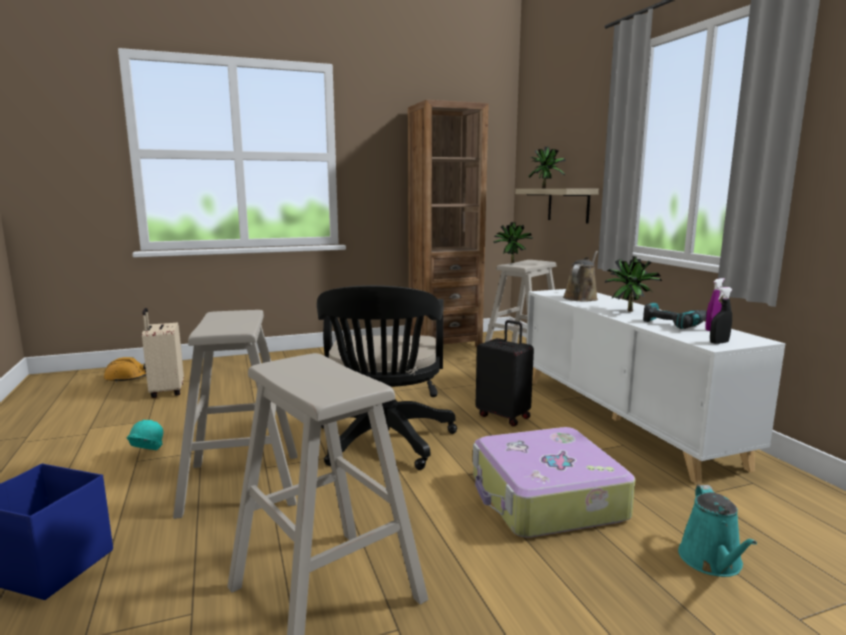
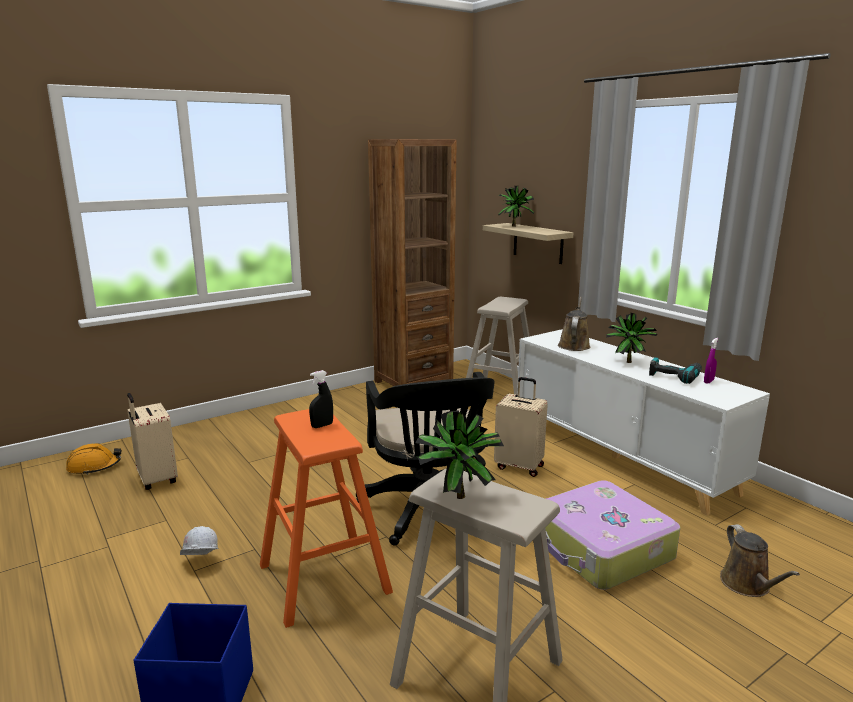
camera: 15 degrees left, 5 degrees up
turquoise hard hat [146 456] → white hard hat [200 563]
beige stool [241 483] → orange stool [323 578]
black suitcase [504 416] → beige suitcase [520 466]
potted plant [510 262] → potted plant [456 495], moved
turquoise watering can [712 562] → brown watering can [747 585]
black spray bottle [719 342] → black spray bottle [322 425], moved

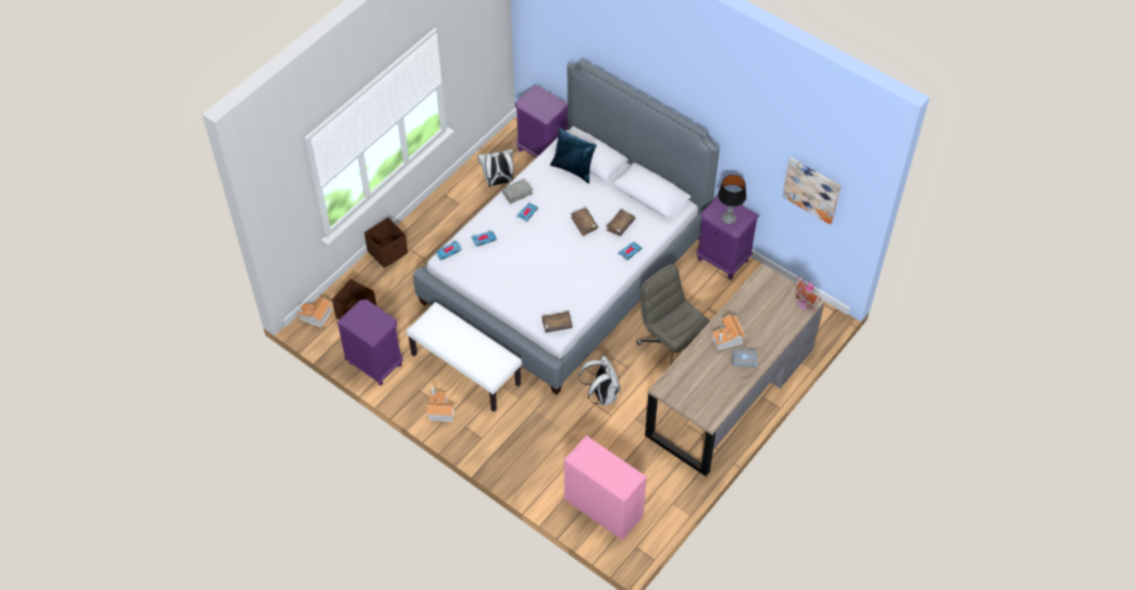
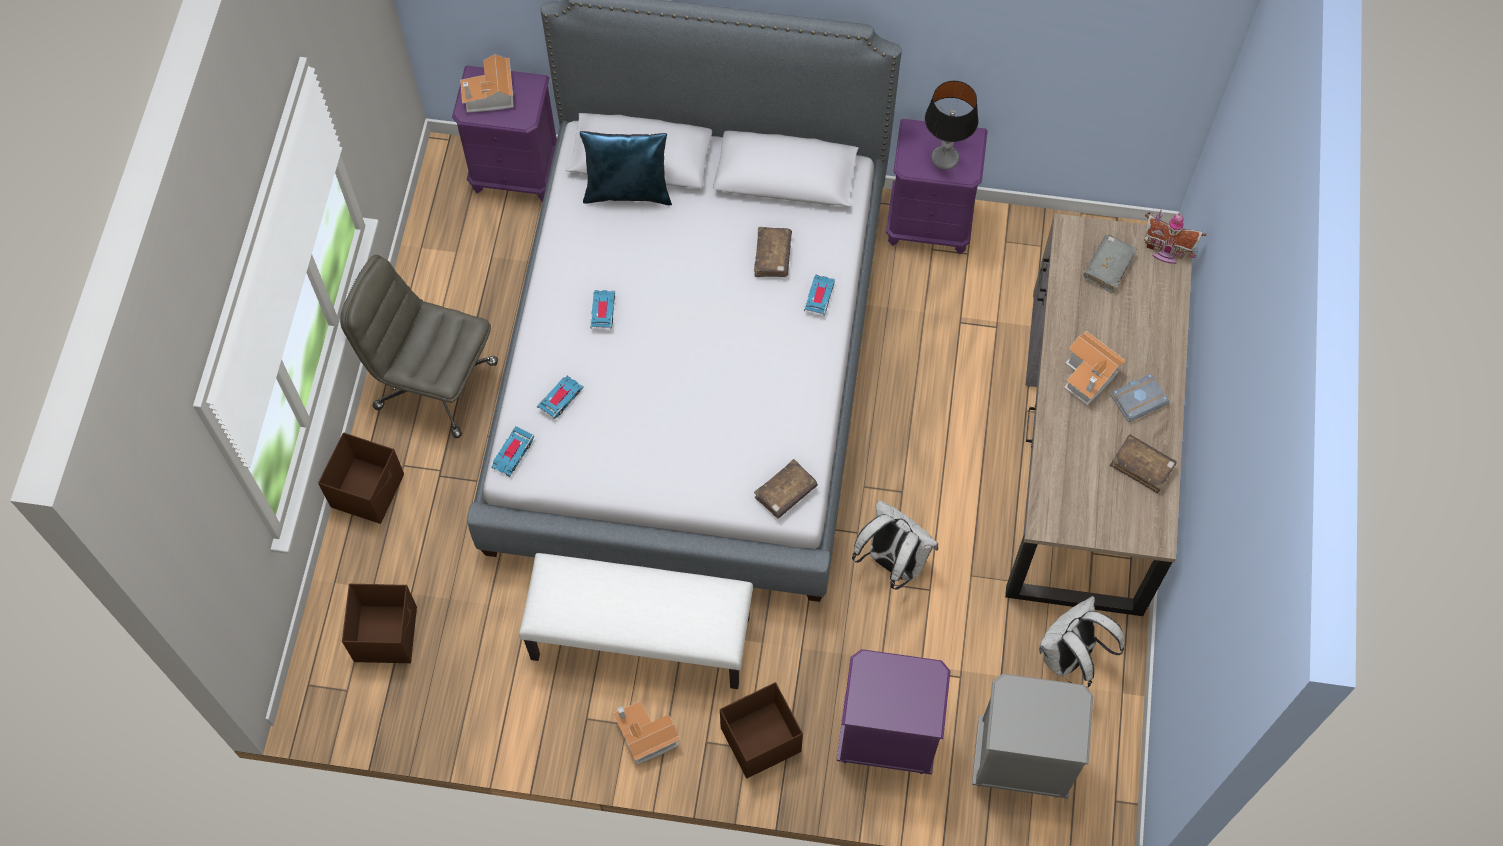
camera: 30 degrees left, 10 degrees up
toy house [315 316] → toy house [490 96], moved
purple nightstand [375 364] → purple nightstand [886 738], moved
white backpack [498 182] → white backpack [1068 658], moved
grey book [517 193] → grey book [1108 267], moved
pink dresser [602 507] → grey nightstand [1019 761]
brown book [584 224] → brown book [1142 466], moved
grey office chair [671 346] → grey office chair [434 384], moved
picture [812 189] → -
- → brown storage box [759 740]

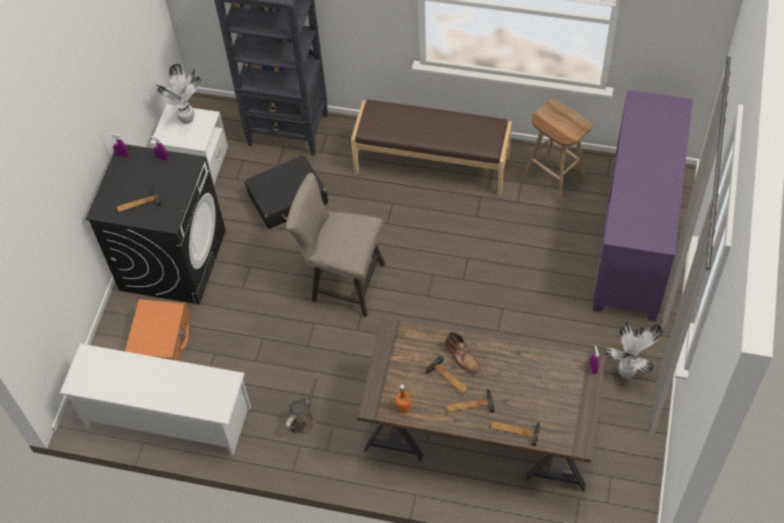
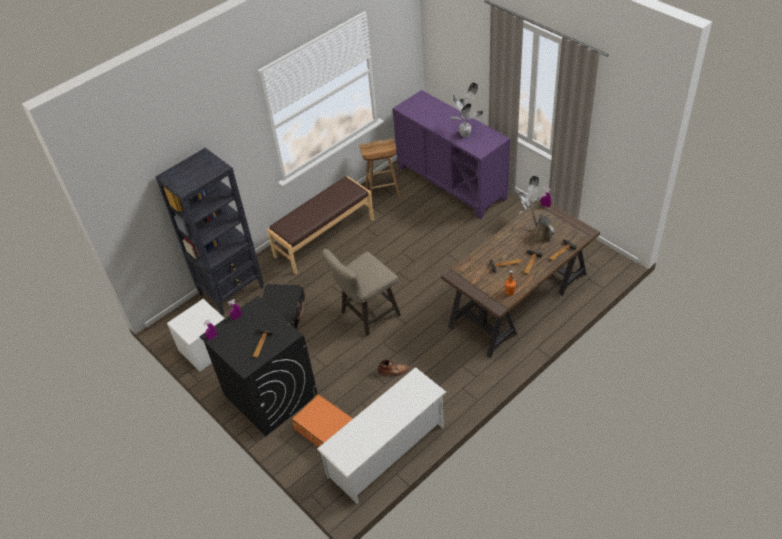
camera: 55 degrees left, 10 degrees down
potted plant [188 120] → potted plant [466 134], moved
brown watering can [302 418] → brown watering can [541 234], moved
brown boot [462 357] → brown boot [394 371], moved

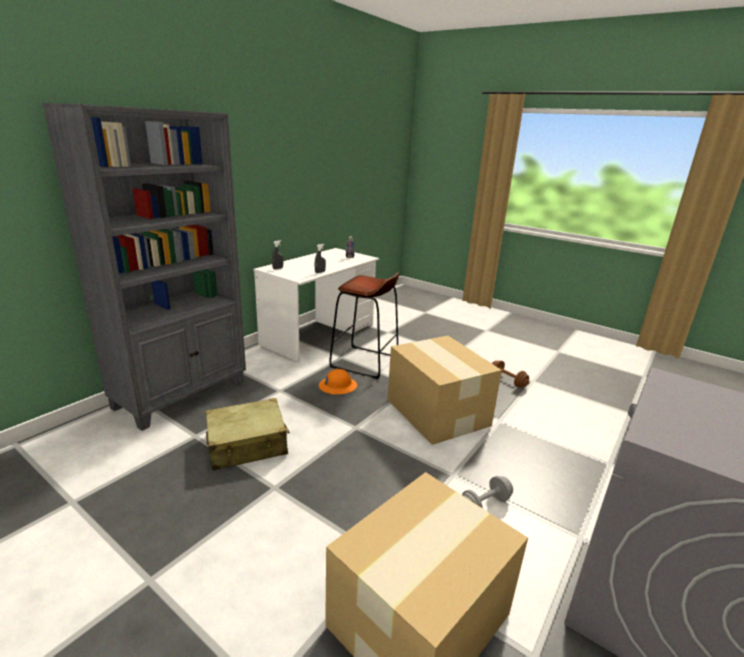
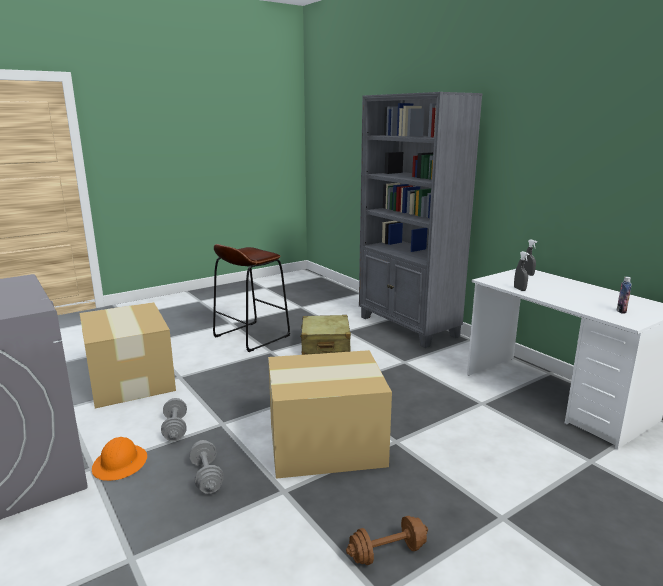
camera: 110 degrees right, 5 degrees down
orange hard hat [337 386] → orange hard hat [120 464], moved
brown stool [364 362] → brown stool [251 336], moved
- → grey dumbbell [207 477]

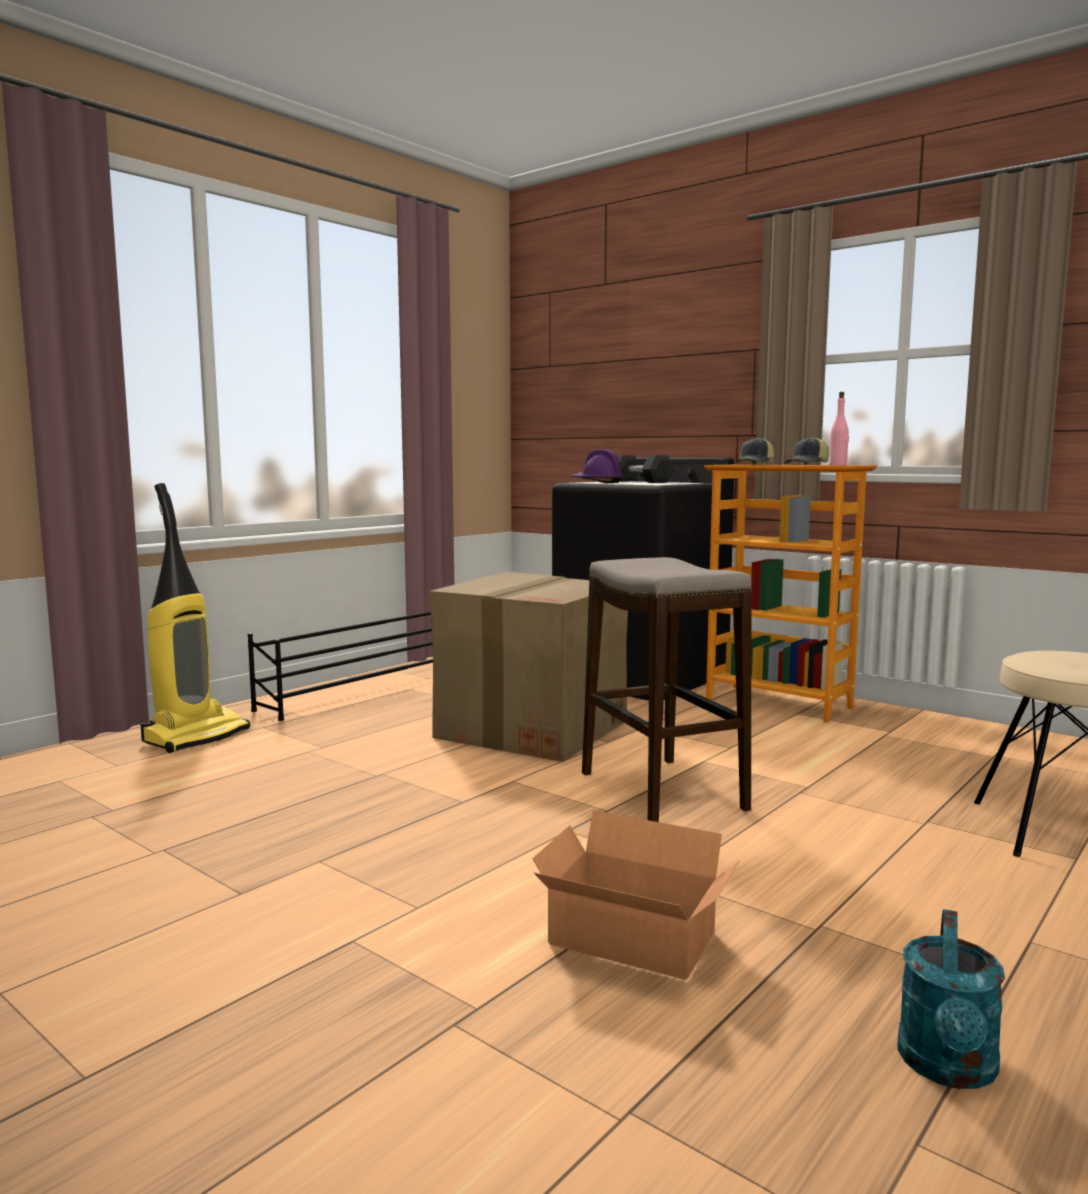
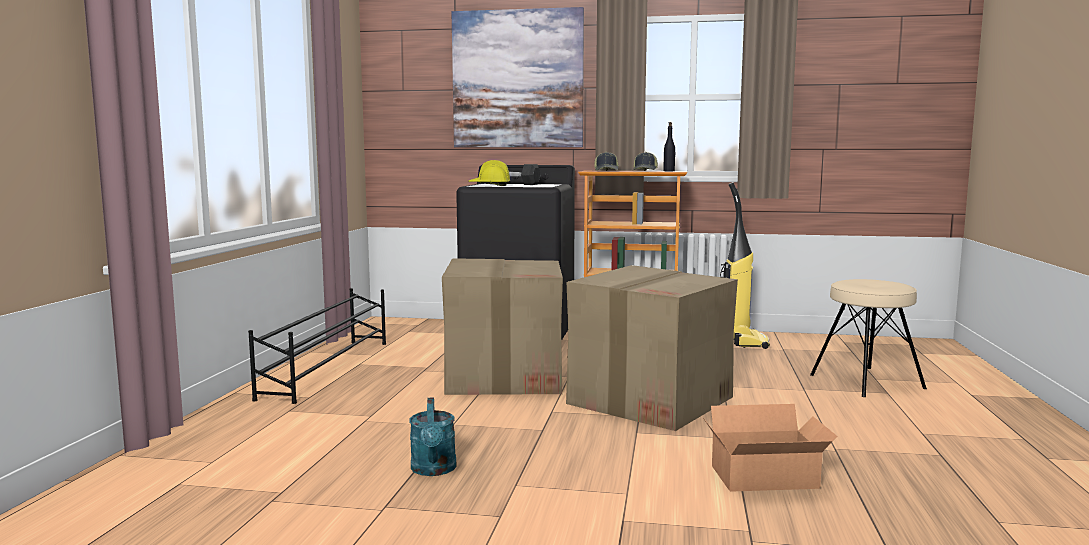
camera: 30 degrees left, 0 degrees up
vacuum cleaner [196 736] → vacuum cleaner [744 341], moved
purple hard hat [596 482] → yellow hard hat [489 185]
stool [662 791] → cardboard box [651 400]
pink bottle [838 465] → black bottle [669 171]
turquoise watering can [948 1069] → turquoise watering can [434 470], moved
- → picture [517 79]

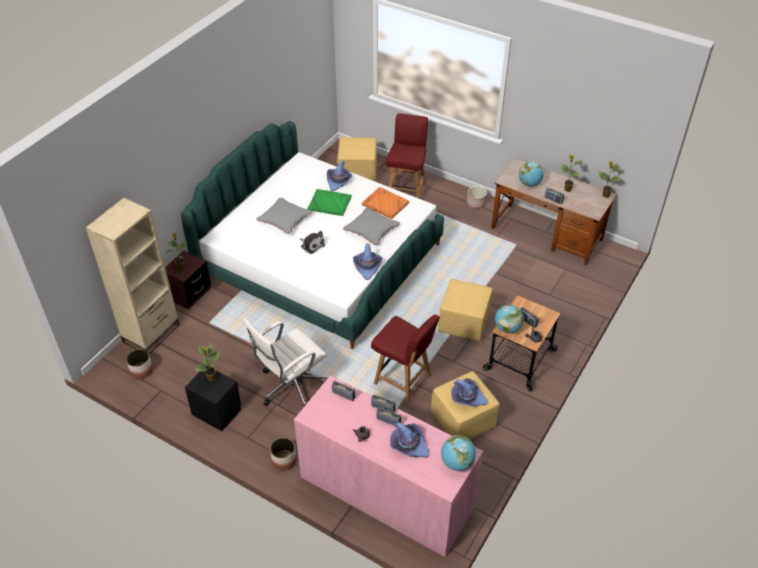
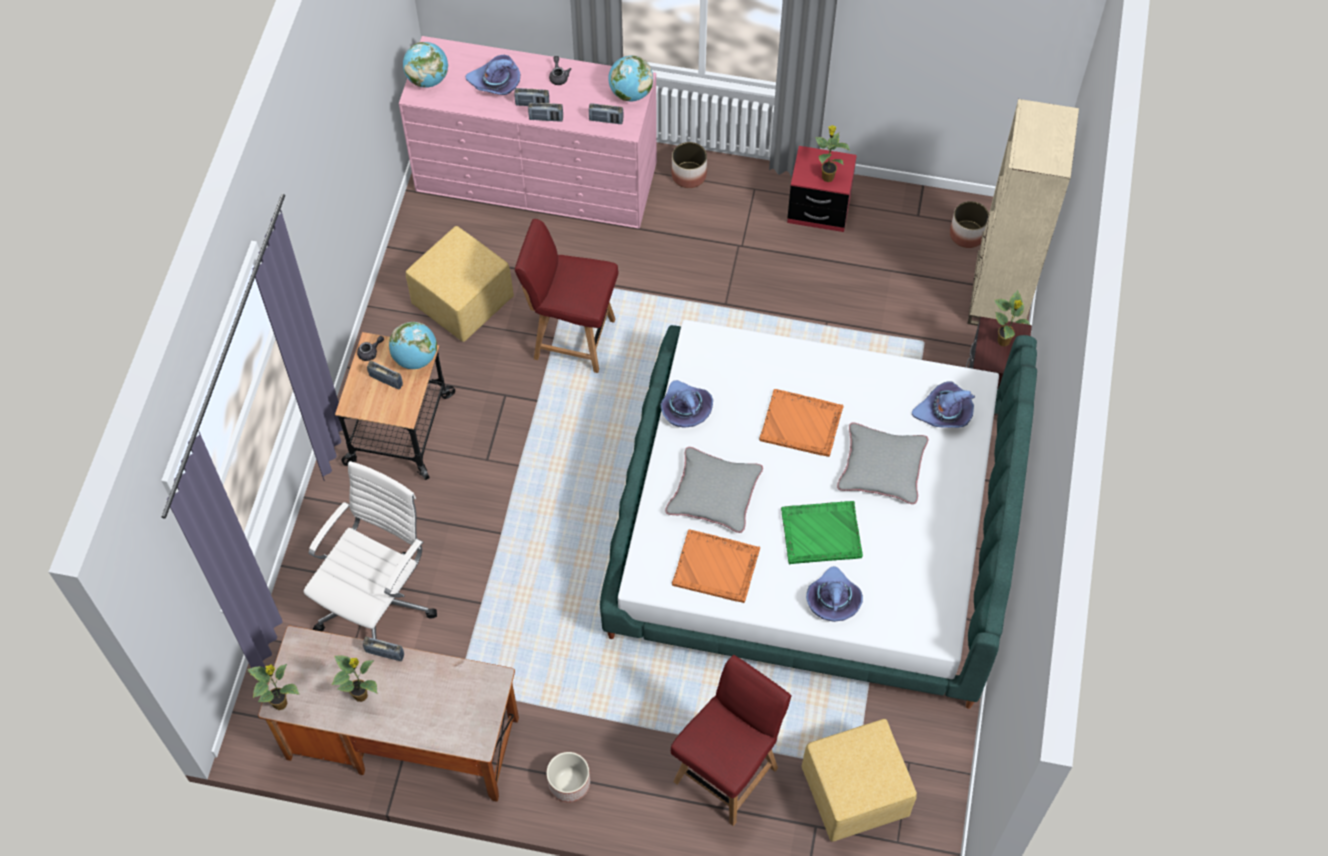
camera: 160 degrees right, 15 degrees up
black nightstand [216 412] → red nightstand [819 210]
white office chair [291 386] → white office chair [378 602], moved
plush toy [312 245] → orange tray [802 424]
red chair [406 190] → red chair [727 772], 135 degrees counterclockwise
yellow ottoman [464 323] → -
purple hat [467 397] → purple hat [944 413], moved
globe [529 183] → globe [630 93], moved

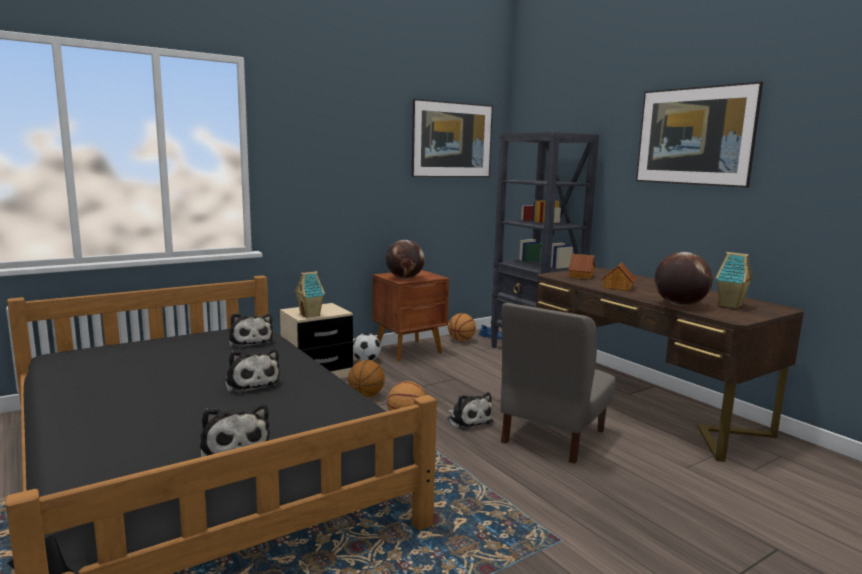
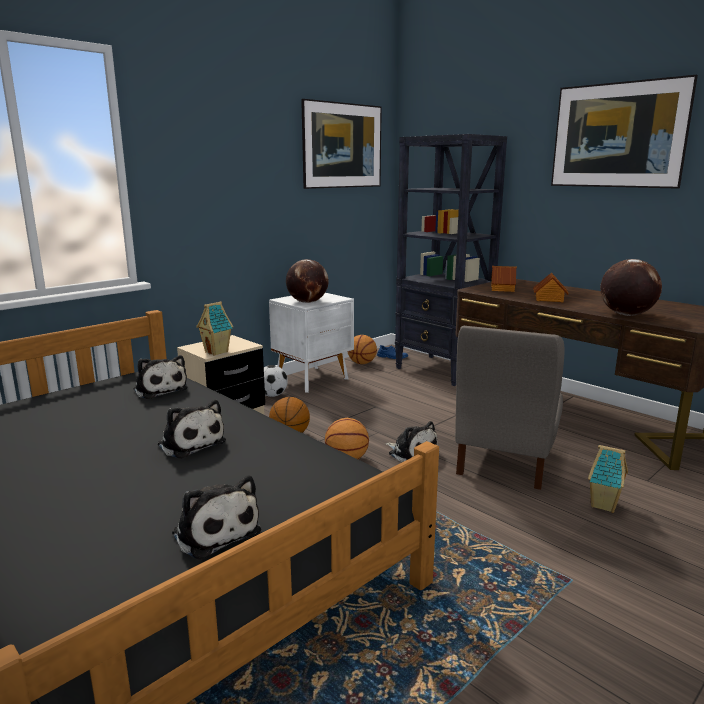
camera: 10 degrees left, 5 degrees up
brown nightstand [409 350] → white nightstand [313 379]
toy house [731 306] → toy house [604 505], moved

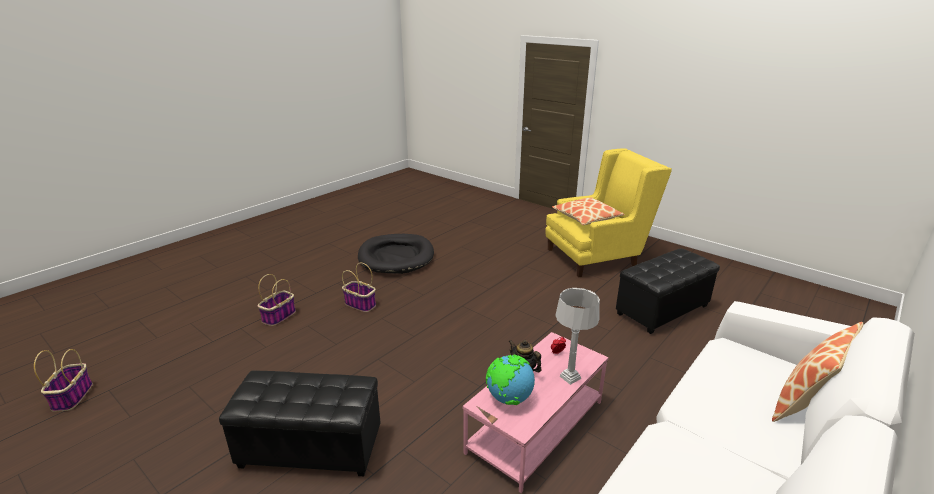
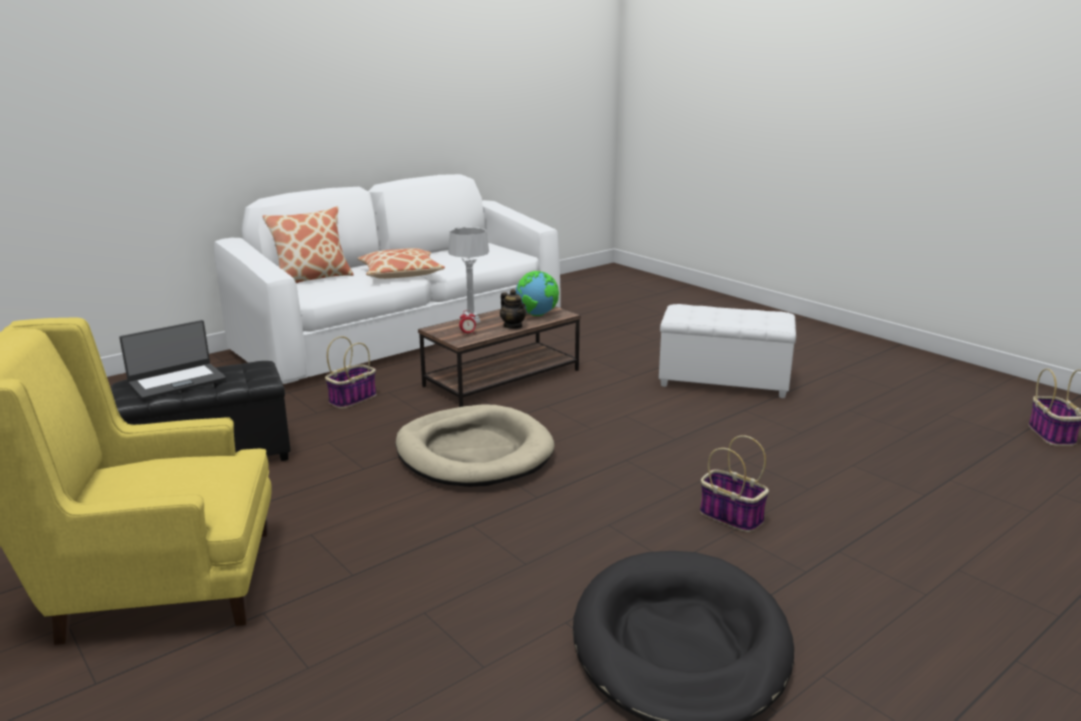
camera: 170 degrees left, 5 degrees down
black ottoman [310 449] → white ottoman [723 381]
basket [279 316] → basket [353 399], moved
pink coffee table [536 427] → brown coffee table [502 377]
pillow [586 218] → pillow [400 274], moved
- → laptop [177 381]
- → beige dog bed [474 452]

